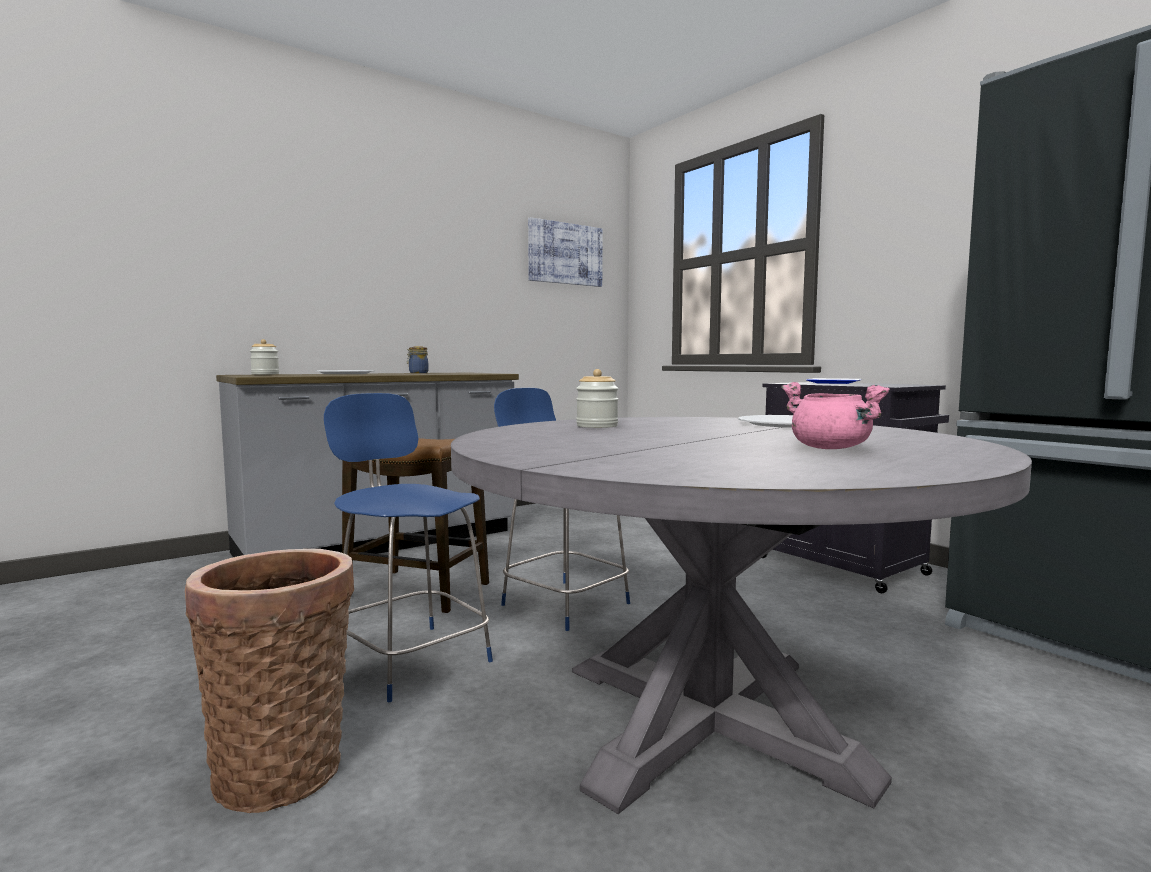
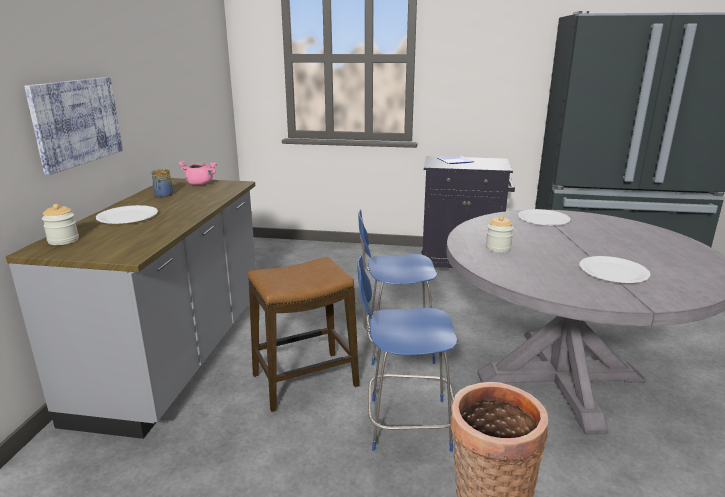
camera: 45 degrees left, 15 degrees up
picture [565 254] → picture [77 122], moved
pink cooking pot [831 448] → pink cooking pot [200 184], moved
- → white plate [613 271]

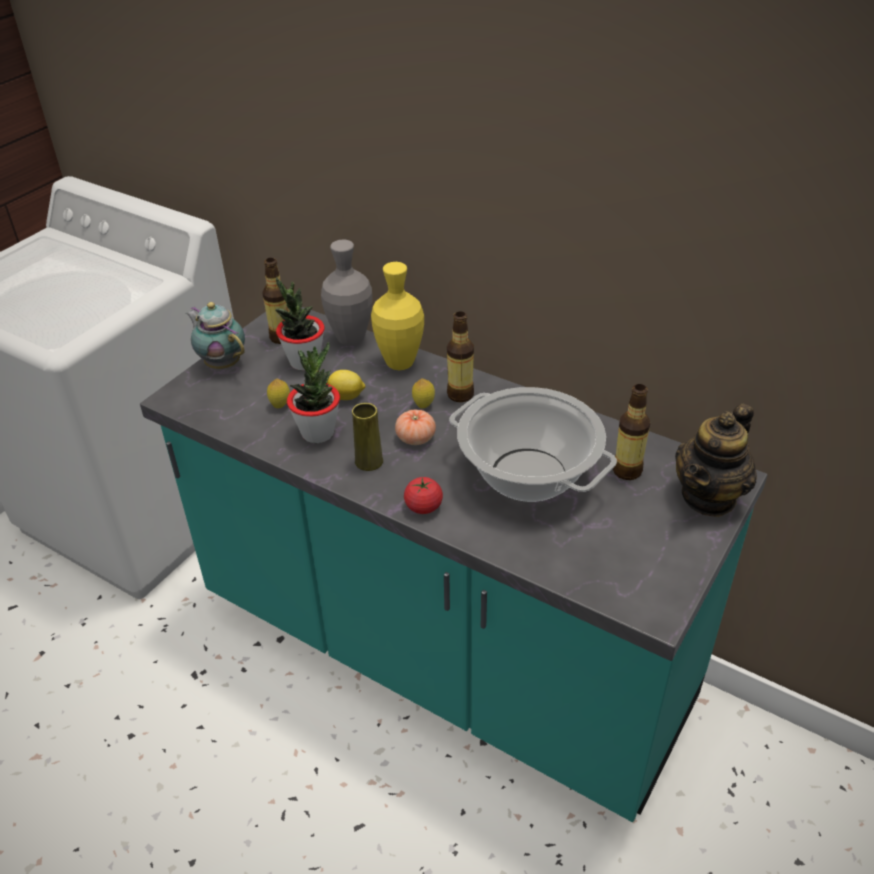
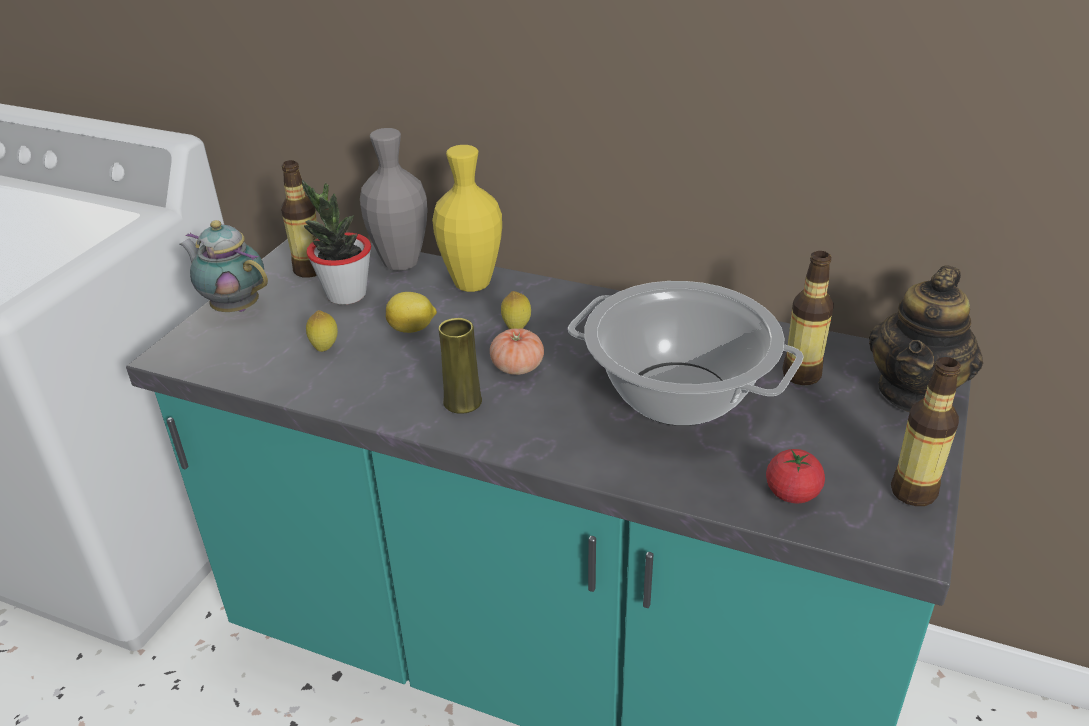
camera: 10 degrees left, 5 degrees down
potted plant [318 432] → -
tomato [423 507] → tomato [792 493], moved
bottle [460 394] → bottle [913 492], moved

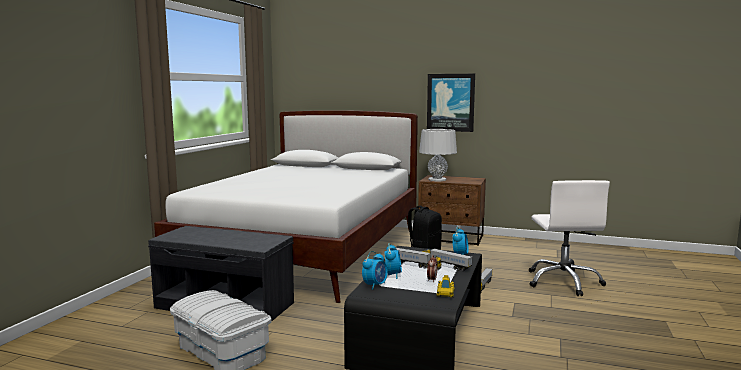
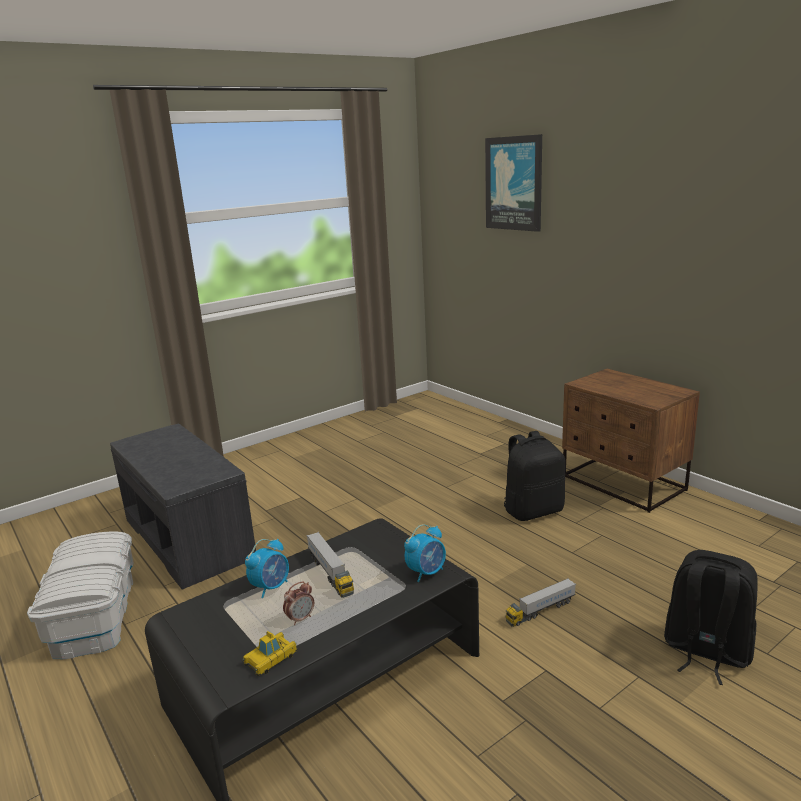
camera: 35 degrees right, 10 degrees up
white bed [307 251] → -
alarm clock [375 285] → -
grey table lamp [437 179] → -
toy truck [445 265] → -
picture [450 102] → picture [514 183], moved
white office chair [563 282] → black backpack [705 651]

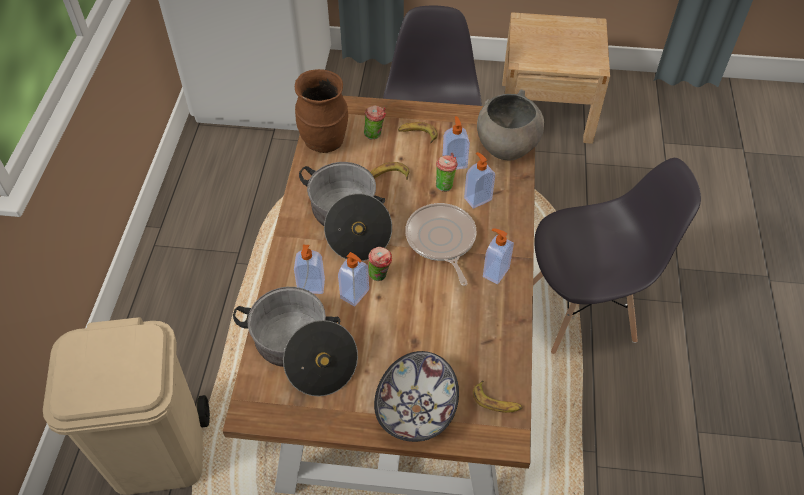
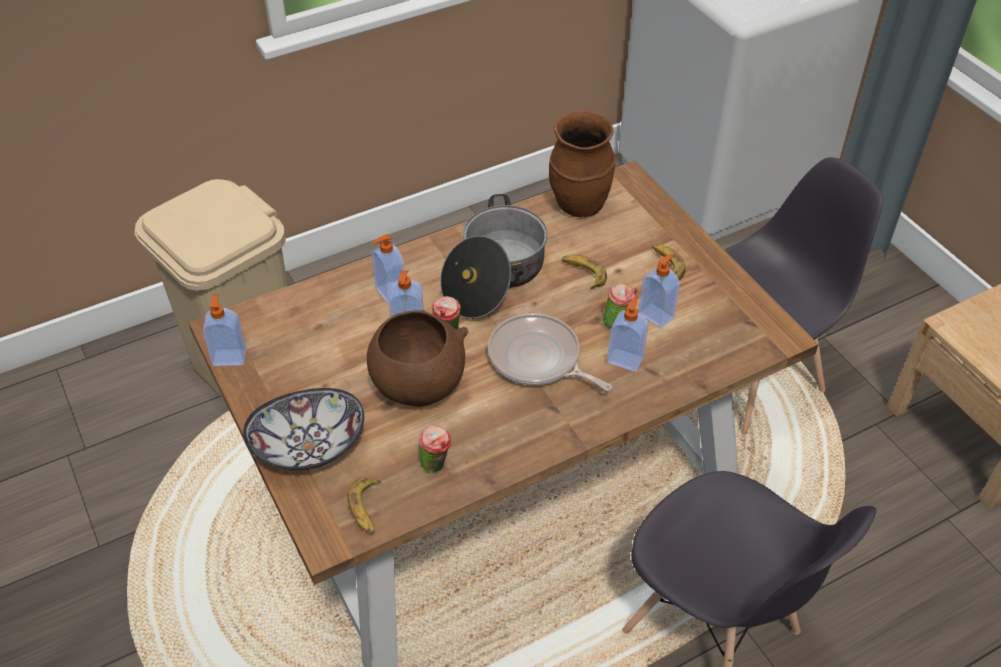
camera: 55 degrees right, 5 degrees down
cooking pot [302 351] → -
cup [375 134] → cup [436 466], moved
frying pan [441 240] → frying pan [538 359], 90 degrees counterclockwise
grey bowl [506 147] → -
soap dispenser [495 272] → soap dispenser [230 356], moved
- → brown bowl [418 386]

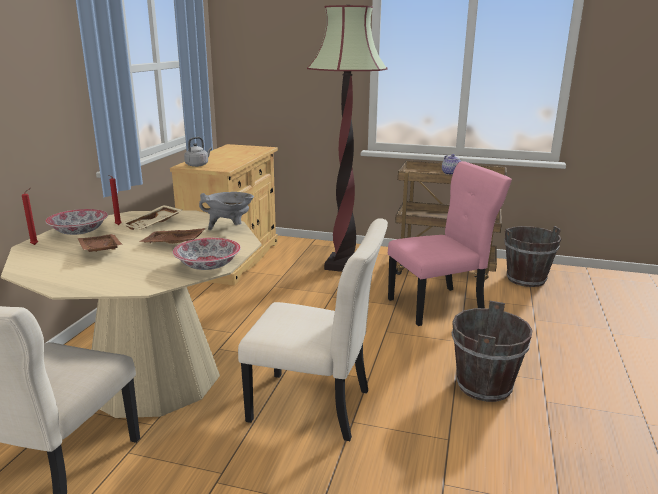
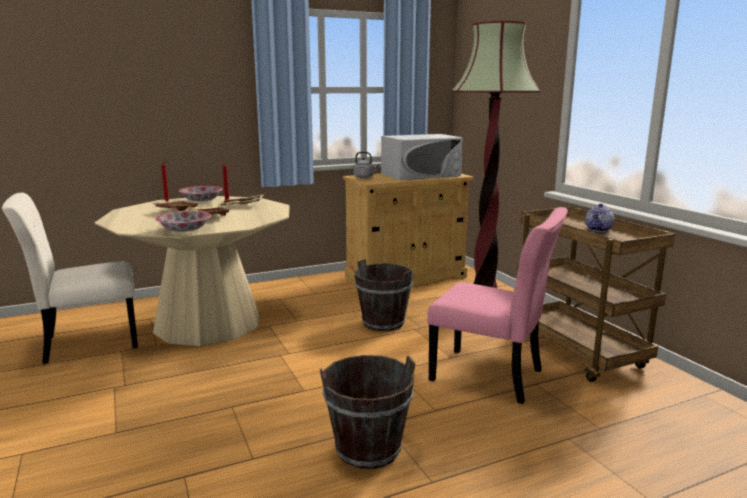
camera: 50 degrees right, 5 degrees down
grey cooking pot [230 228] → -
beige chair [315 407] → -
brown bucket [526 279] → brown bucket [383 323], moved
- → white microwave [420 175]

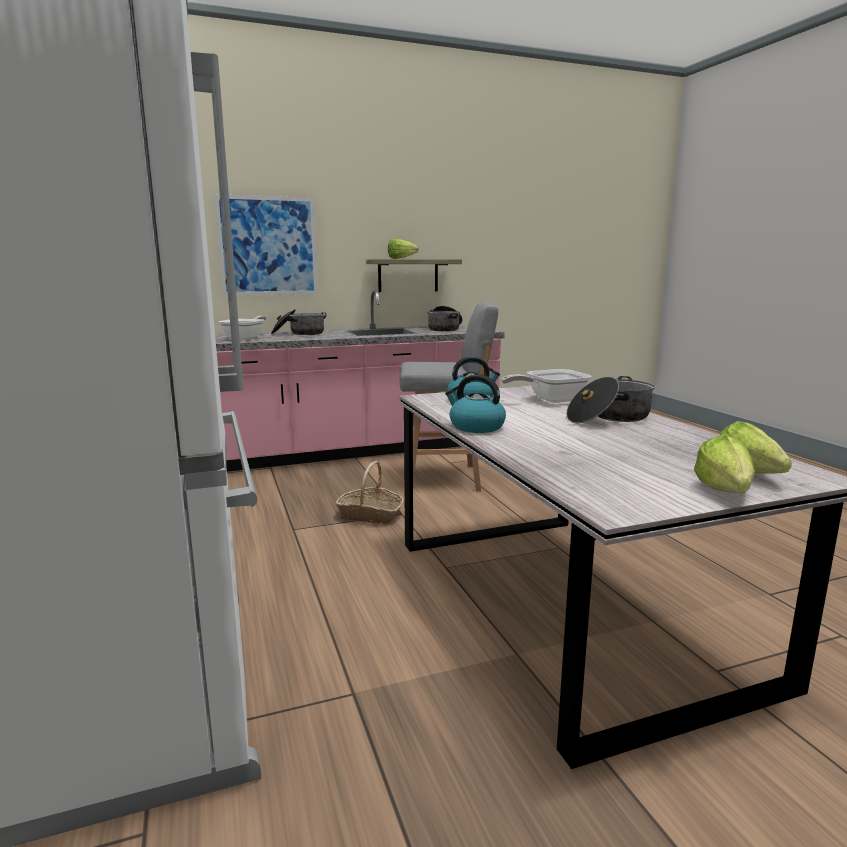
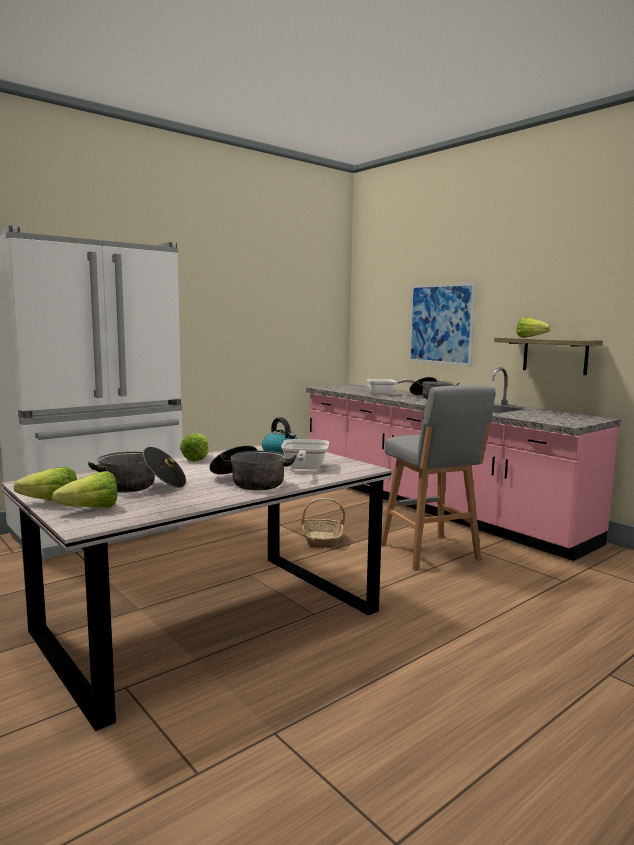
camera: 70 degrees right, 5 degrees down
cooking pot [445 329] → cooking pot [141 486], moved
kettle [475 427] → lettuce [198 457]
frying pan [550 400] → frying pan [304 468], 135 degrees counterclockwise

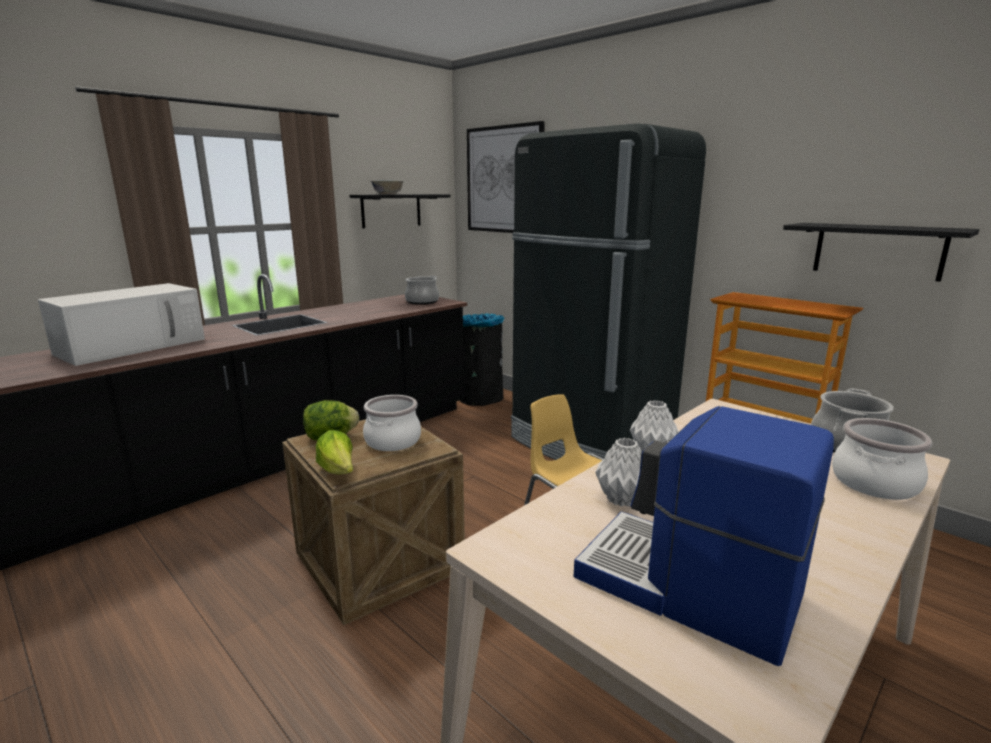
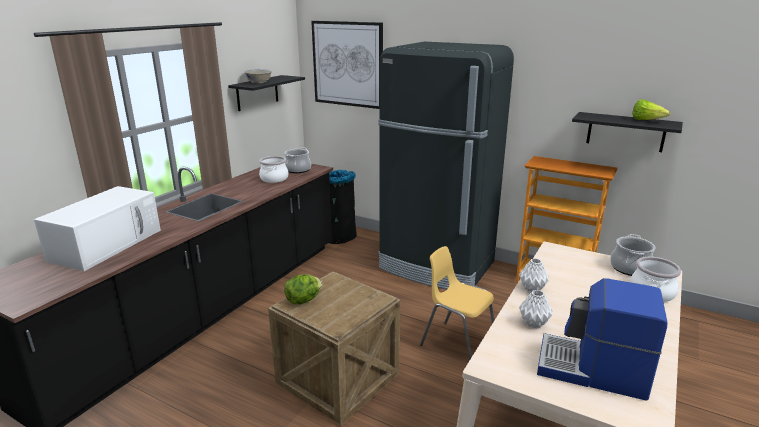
camera: 15 degrees left, 5 degrees up
lettuce [338 471] → lettuce [646 120], moved
cooking pot [392 441] → cooking pot [274 179], moved

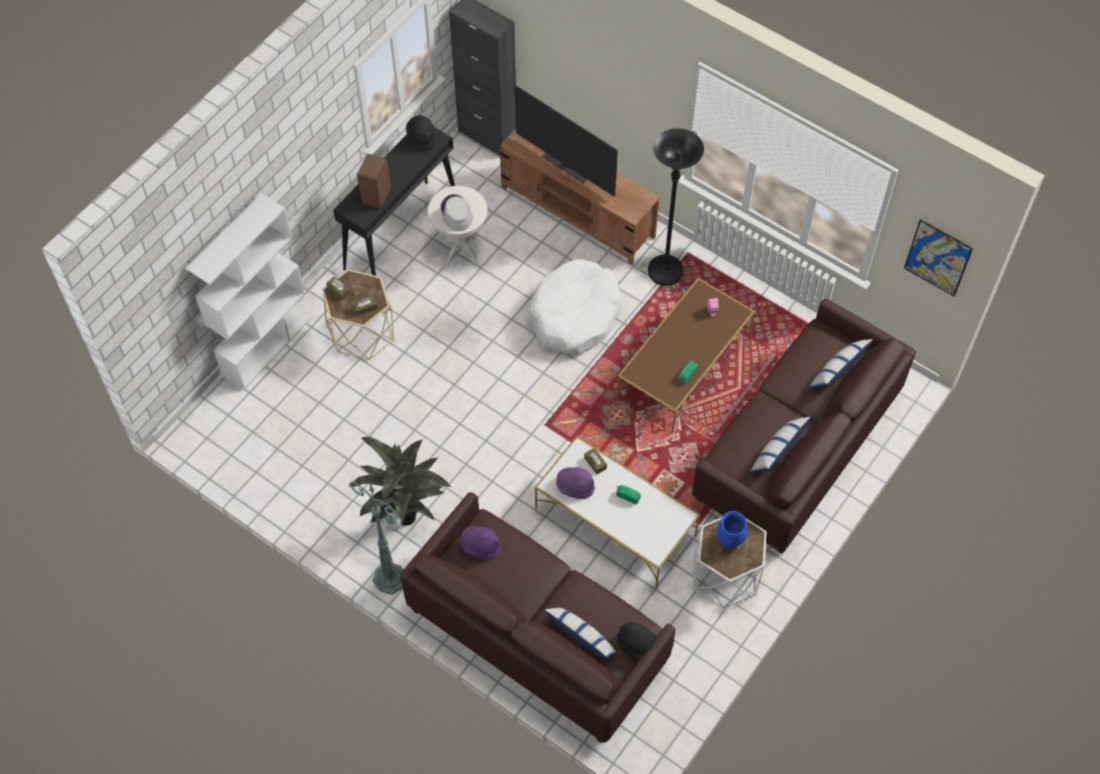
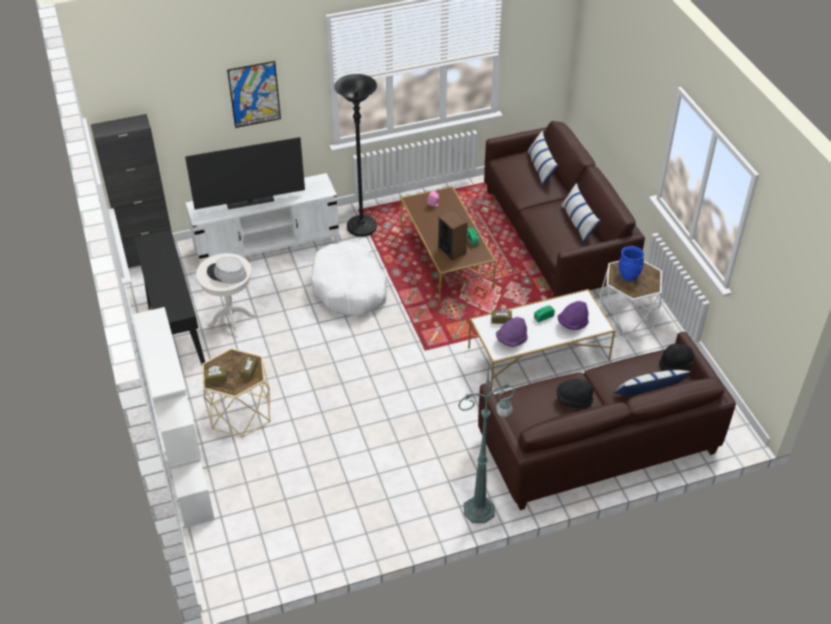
camera: 55 degrees left, 15 degrees down
potted plant [406 521] → -
speaker [376 195] → speaker [452 250], moved
black hat [422 137] → black hat [573 400], moved
purple hat [480 546] → purple hat [572 324], moved
brown tv stand [578 212] → white tv stand [267 244]
picture [937 258] → picture [254 94], moved

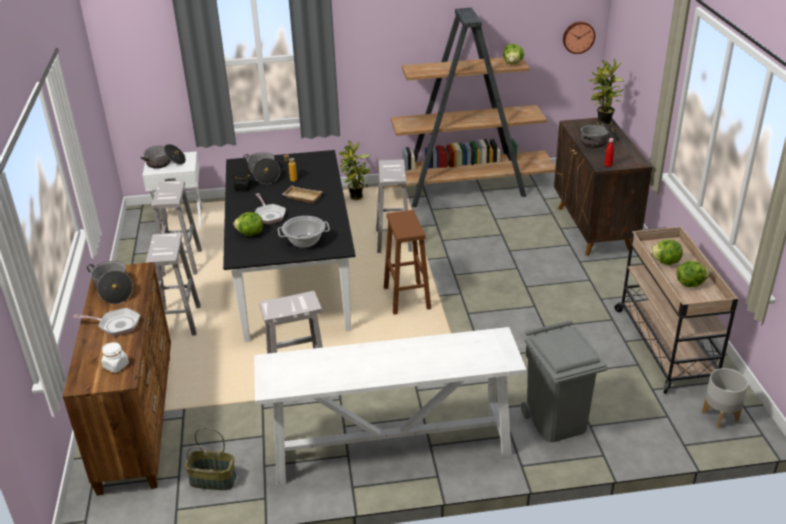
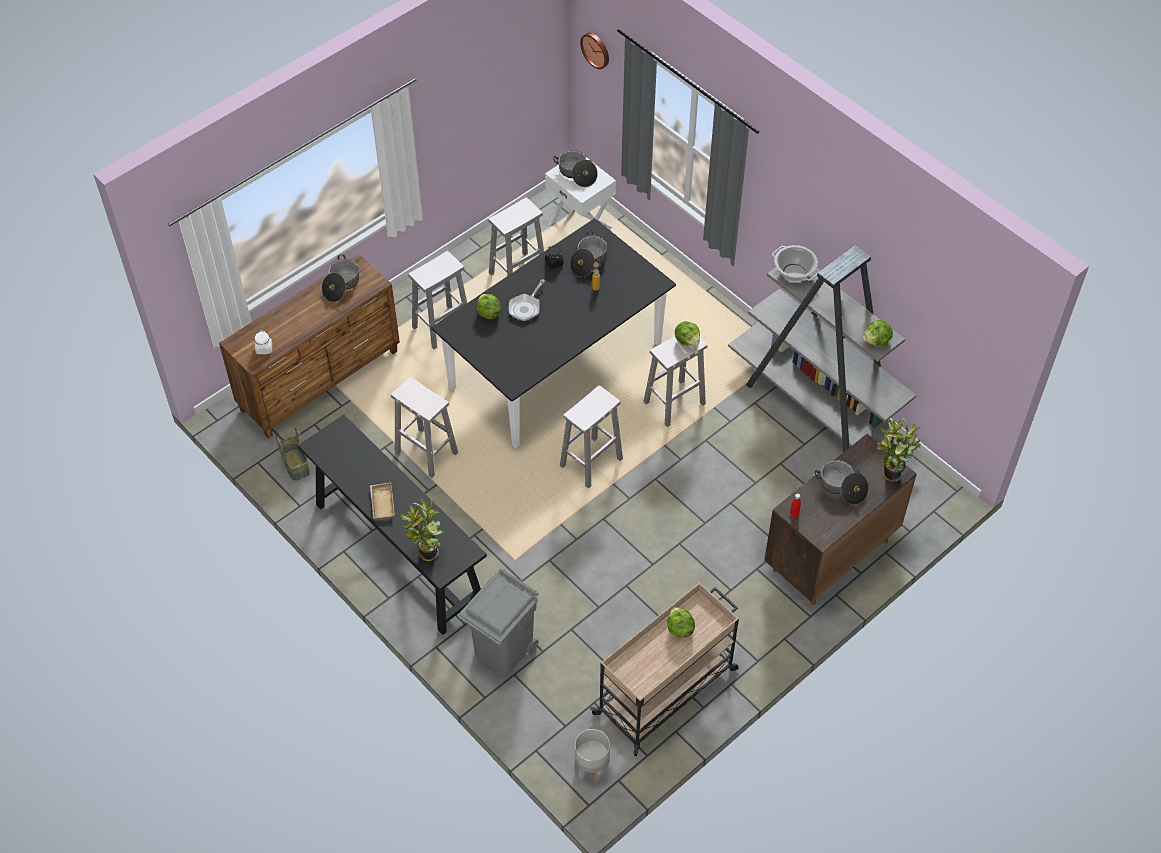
camera: 55 degrees right, 20 degrees up
frying pan [116 325] → -
white console table [389 447] → black console table [398 552]
cooking pot [304 241] → cooking pot [794 272], moved
beige tray [301 197] → beige tray [381 503], moved
potted plant [356 198] → potted plant [427 554], moved
brown bookcase [466 189] → grey bookcase [819 411]
brown stool [407 299] → white stool [590 463]
wall clock [578 37] → wall clock [596 50], moved
lettuce [690 283] → lettuce [687 341], moved

